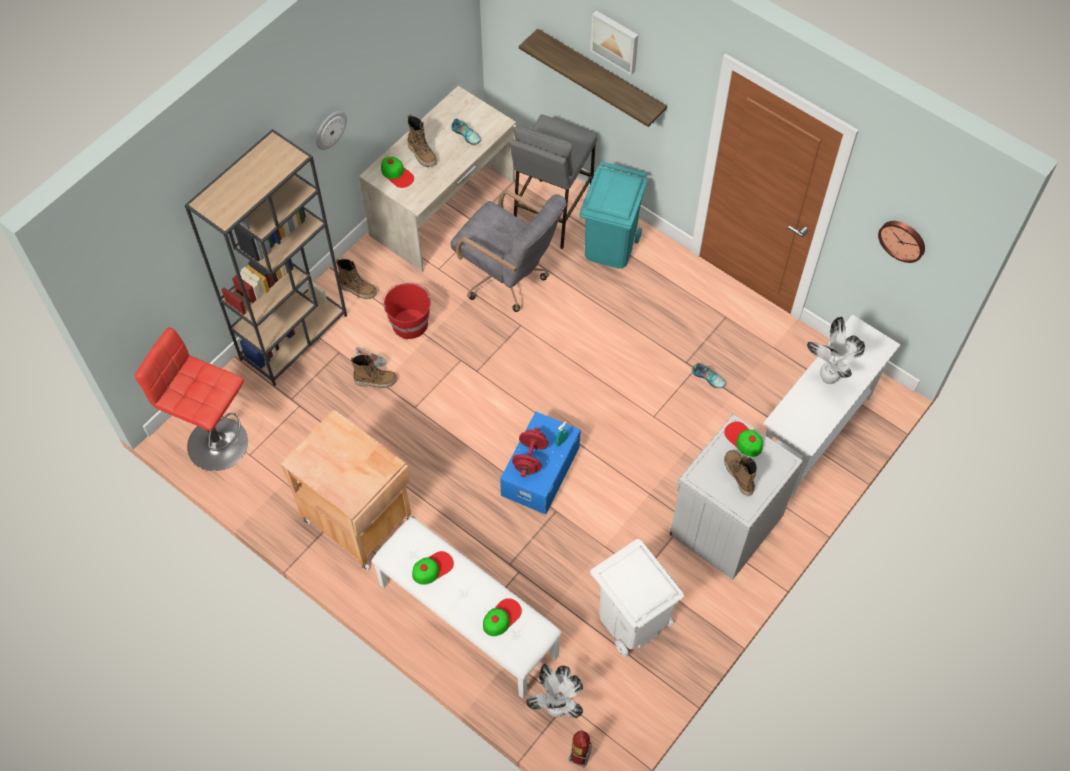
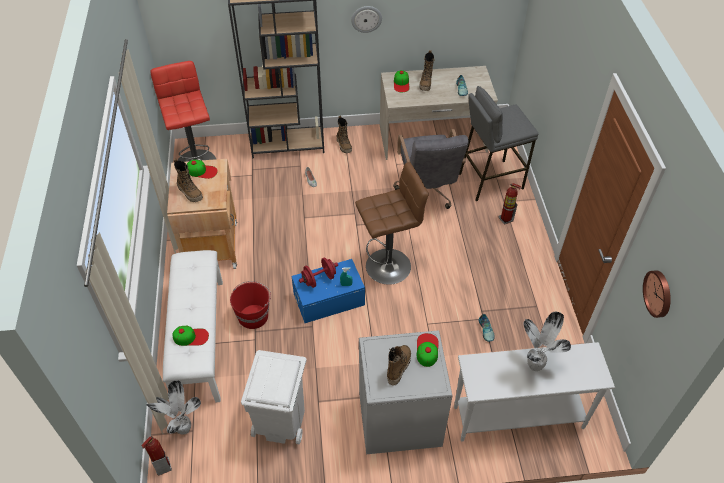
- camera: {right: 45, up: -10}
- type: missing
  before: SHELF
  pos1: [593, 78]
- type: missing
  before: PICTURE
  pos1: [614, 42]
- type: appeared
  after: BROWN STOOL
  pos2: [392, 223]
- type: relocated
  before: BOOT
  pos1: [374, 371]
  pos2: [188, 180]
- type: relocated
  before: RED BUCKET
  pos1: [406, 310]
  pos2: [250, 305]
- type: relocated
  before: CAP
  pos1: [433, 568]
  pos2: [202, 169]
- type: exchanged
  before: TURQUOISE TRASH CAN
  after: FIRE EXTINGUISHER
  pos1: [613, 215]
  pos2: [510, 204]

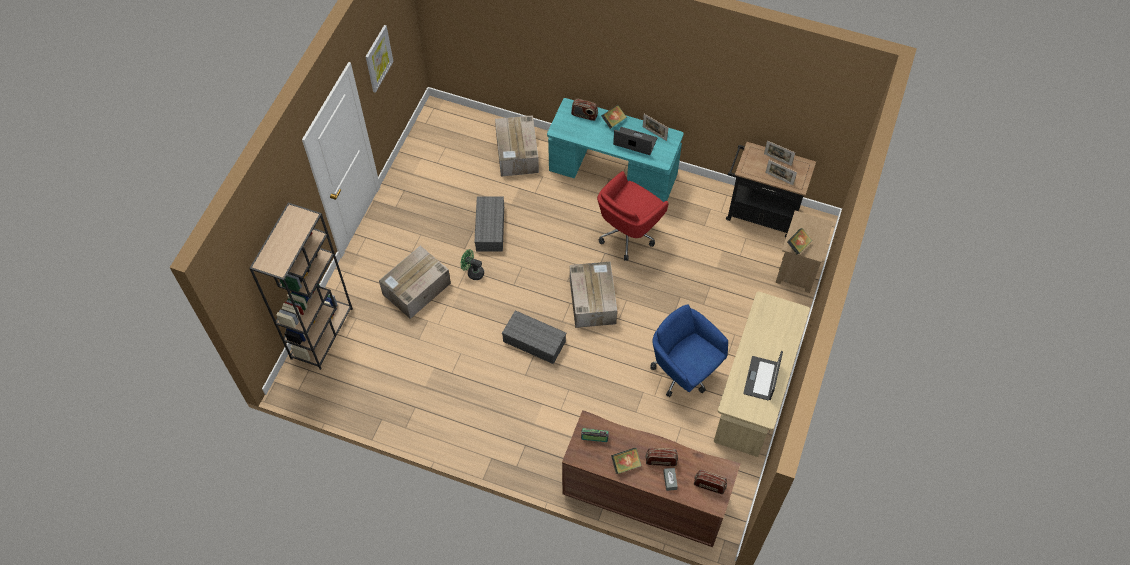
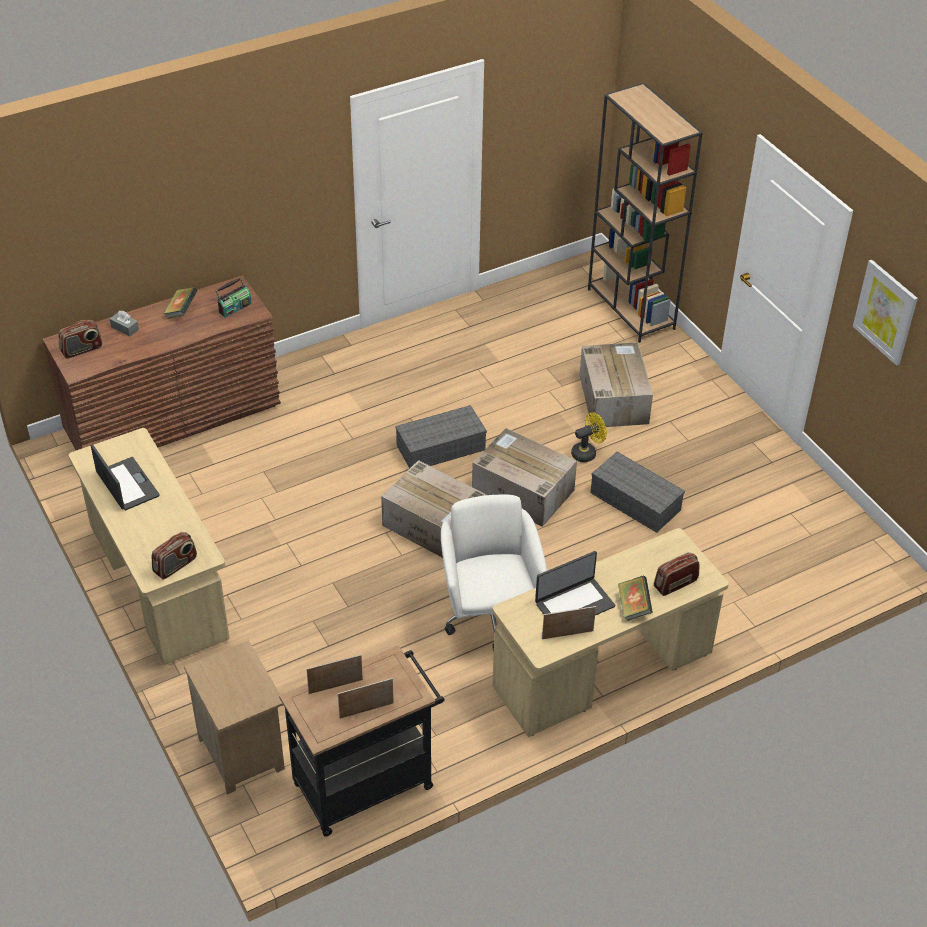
- camera: {right: 130, up: -15}
- type: missing
  before: BLUE OFFICE CHAIR
  pos1: [689, 350]
- type: missing
  before: BOOK
  pos1: [799, 241]
- type: relocated
  before: CARDBOARD BOX
  pos1: [517, 146]
  pos2: [524, 477]
- type: relocated
  before: RADIO
  pos1: [661, 457]
  pos2: [174, 556]
- type: colour
  before: GREEN FAN
  after: YELLOW FAN
  pos1: [472, 264]
  pos2: [589, 437]
- type: colour
  before: TURQUOISE DESK
  after: BEIGE DESK
  pos1: [615, 150]
  pos2: [610, 632]
- type: colour
  before: RED OFFICE CHAIR
  after: WHITE OFFICE CHAIR
  pos1: [633, 216]
  pos2: [494, 573]

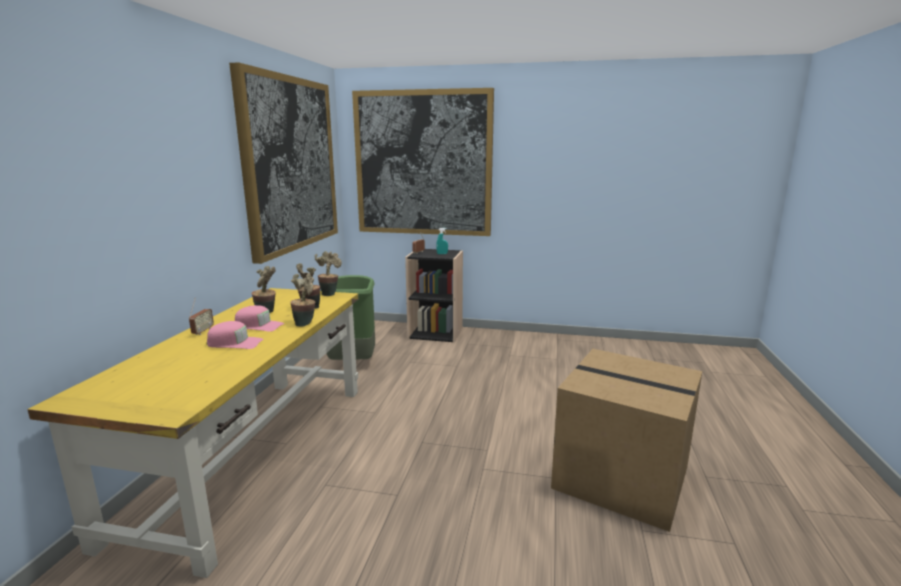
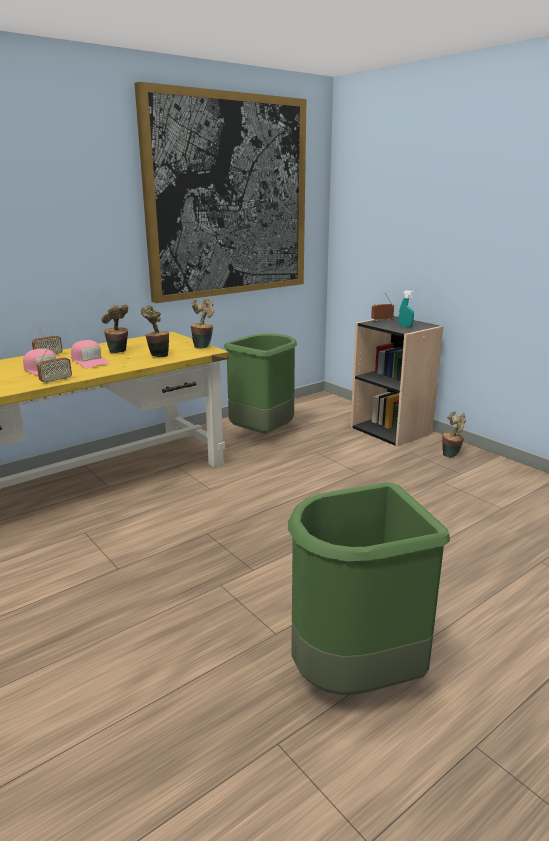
- camera: {right: 40, up: 5}
- type: missing
  before: PICTURE
  pos1: [423, 162]
- type: appeared
  after: RADIO
  pos2: [54, 363]
- type: relocated
  before: POTTED PLANT
  pos1: [302, 299]
  pos2: [454, 434]
- type: exchanged
  before: CARDBOARD BOX
  after: GREEN TRASH CAN
  pos1: [626, 440]
  pos2: [369, 588]

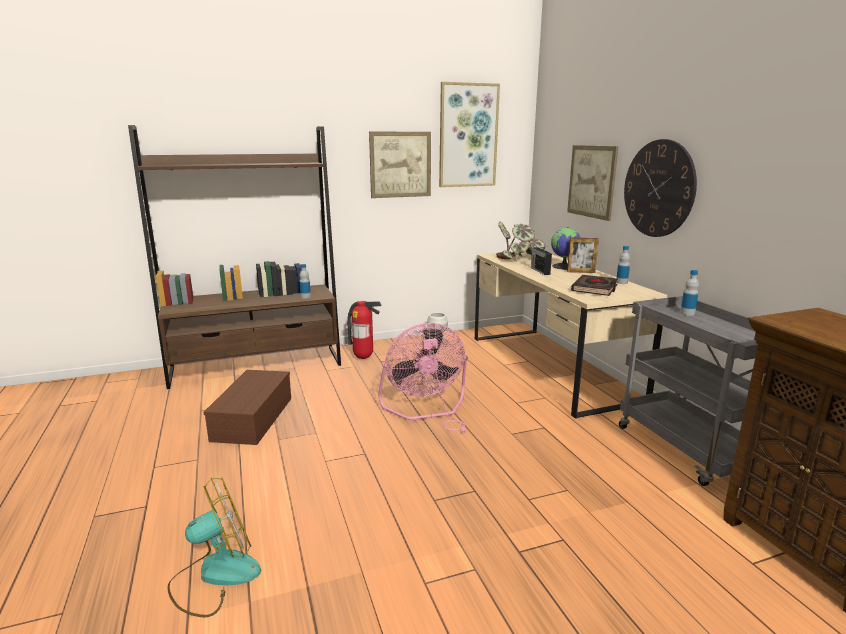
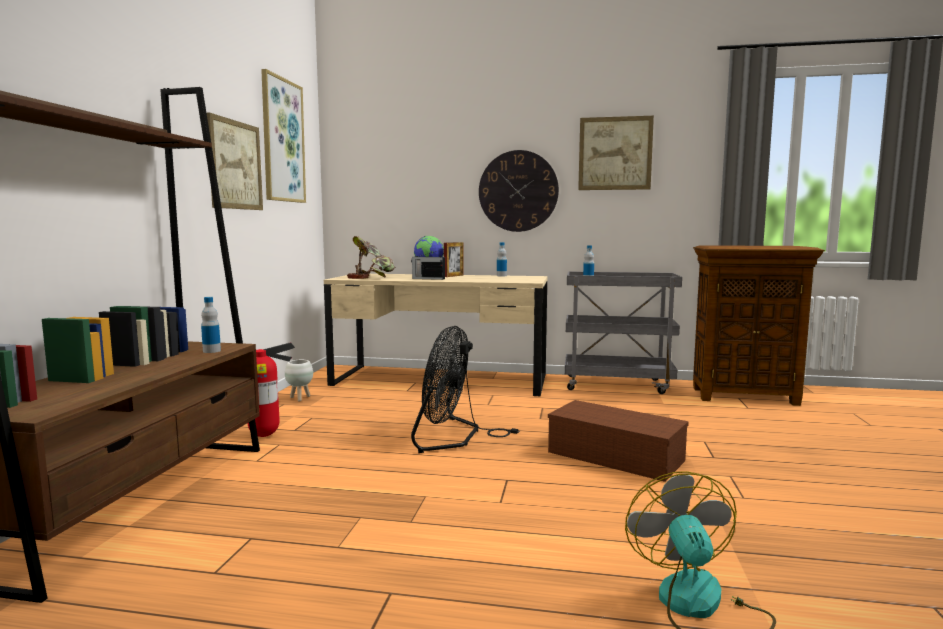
- camera: {right: -60, up: -10}
- type: missing
  before: BLACK BOOK
  pos1: [594, 285]
- type: relocated
  before: BROWN STORAGE BOX
  pos1: [247, 407]
  pos2: [618, 441]
- type: relocated
  before: PICTURE
  pos1: [593, 183]
  pos2: [616, 153]
- type: colour
  before: PINK FAN
  after: BLACK FAN
  pos1: [423, 378]
  pos2: [465, 389]

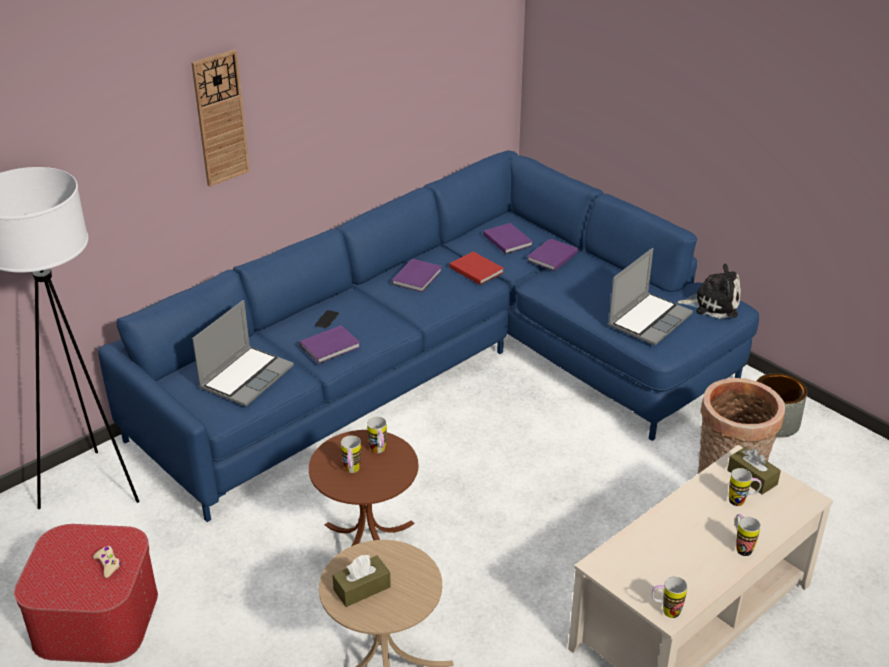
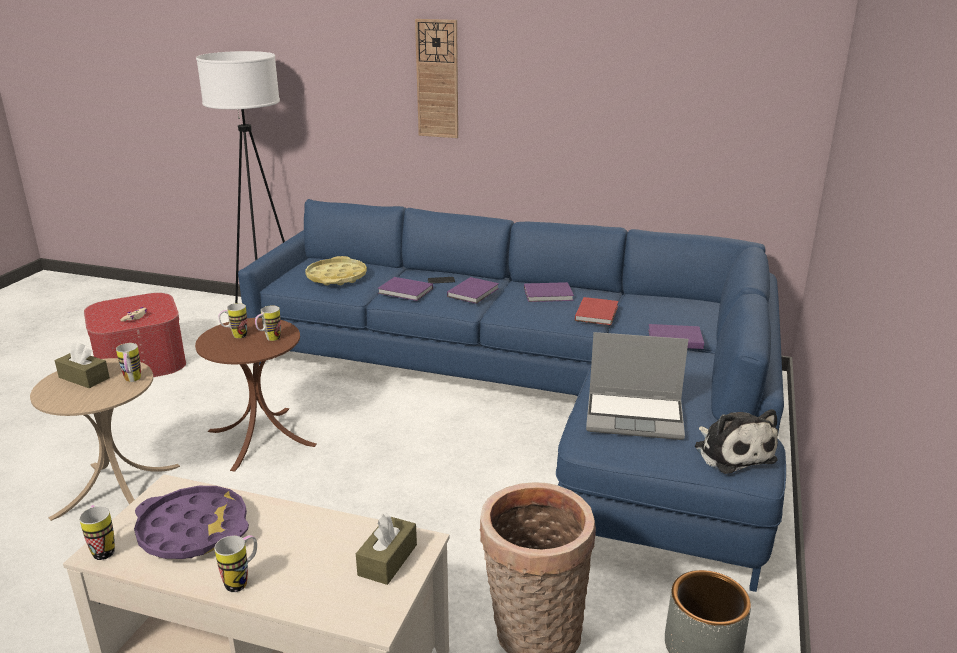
- camera: {right: 60, up: -10}
- type: appeared
  after: PURPLE TRAY
  pos2: [191, 522]
- type: relocated
  before: PURPLE BOOK
  pos1: [508, 238]
  pos2: [473, 290]
- type: relocated
  before: MUG
  pos1: [745, 487]
  pos2: [128, 362]
- type: exchanged
  before: LAPTOP
  after: YELLOW TRAY
  pos1: [243, 353]
  pos2: [336, 270]

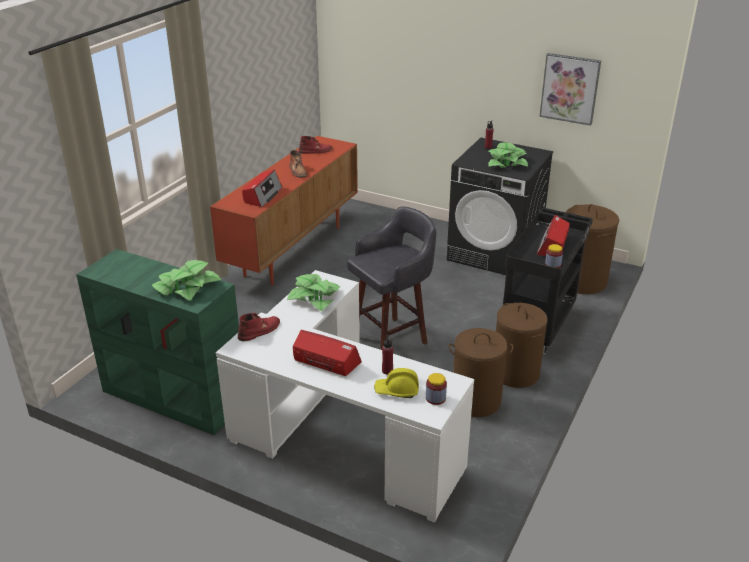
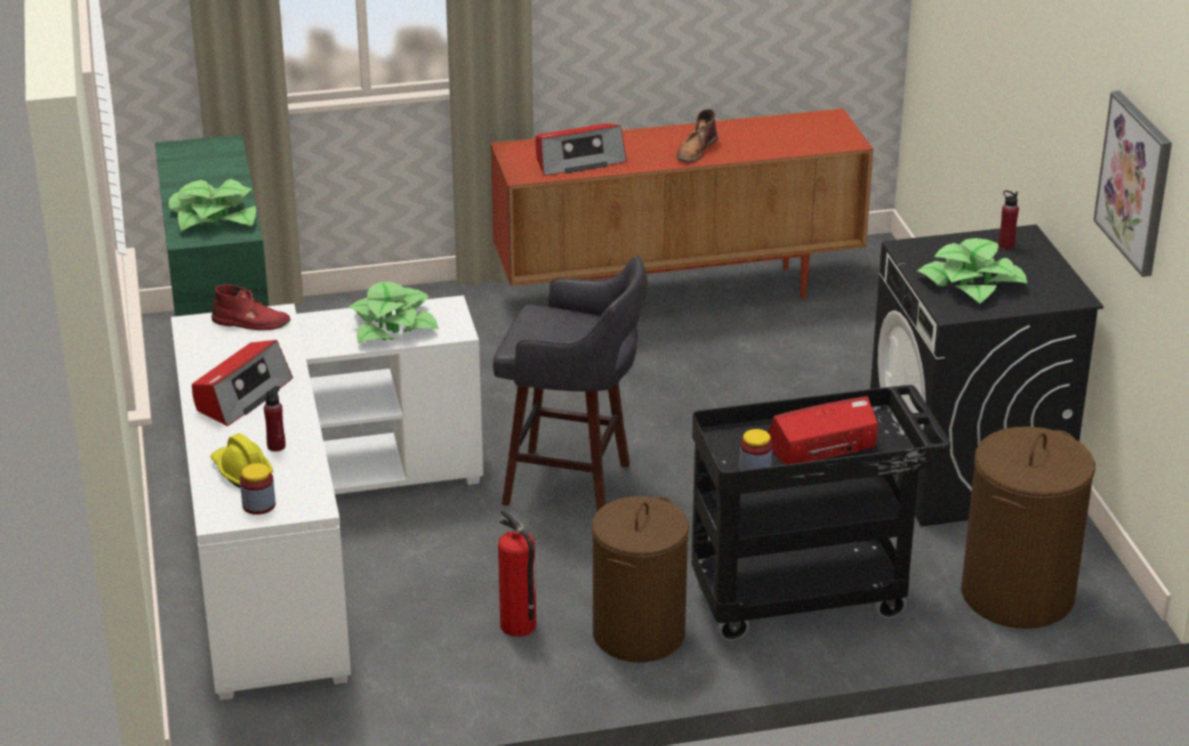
- camera: {right: 50, up: 0}
- type: missing
  before: RED BOOT
  pos1: [316, 145]
- type: exchanged
  before: BROWN LAUNDRY BASKET
  after: FIRE EXTINGUISHER
  pos1: [480, 372]
  pos2: [517, 573]
- type: spun
  before: RADIO
  pos1: [327, 353]
  pos2: [242, 383]
  turn: 45

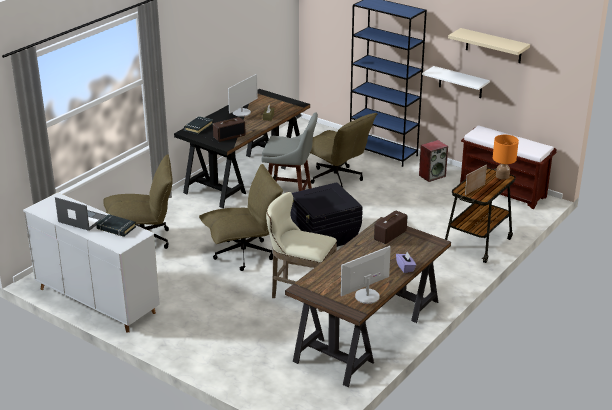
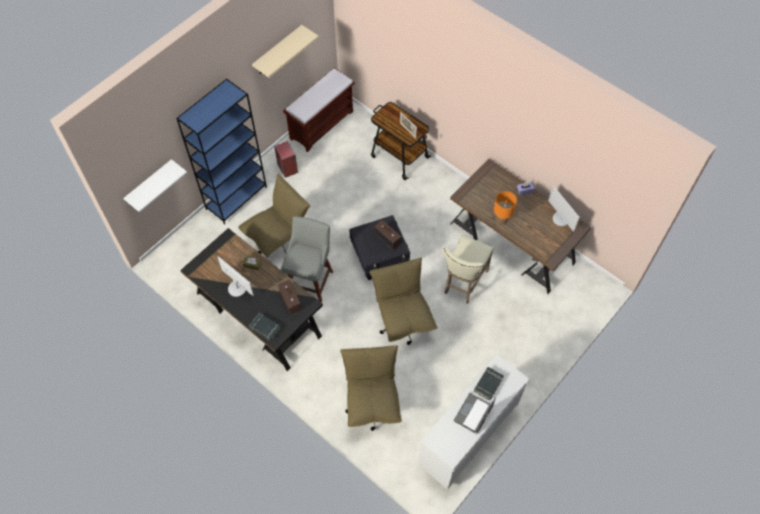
- camera: {right: -85, up: 30}
- type: relocated
  before: RADIO
  pos1: [390, 227]
  pos2: [387, 235]
- type: relocated
  before: WHITE SHELF
  pos1: [456, 82]
  pos2: [155, 185]
- type: relocated
  before: ORANGE TABLE LAMP
  pos1: [506, 157]
  pos2: [505, 207]

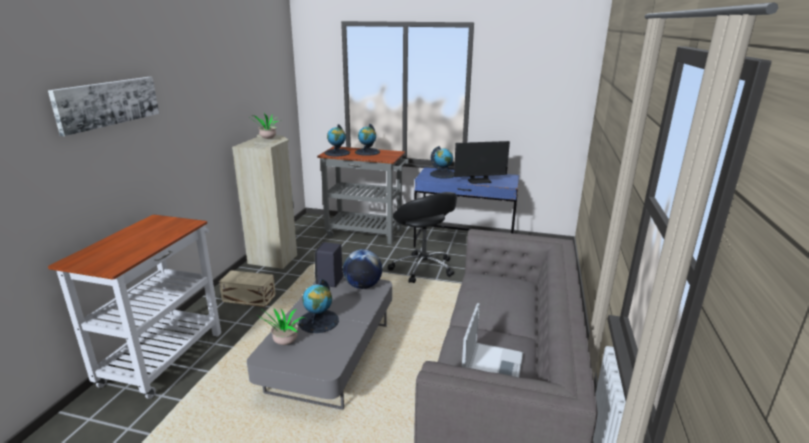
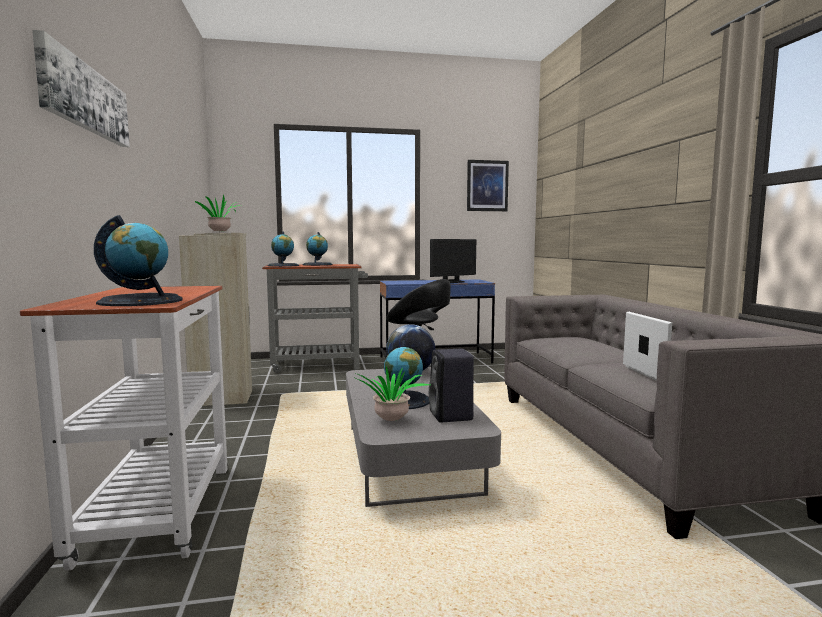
- camera: {right: -25, up: -15}
- type: missing
  before: BEIGE STORAGE BOX
  pos1: [247, 288]
- type: appeared
  after: PICTURE
  pos2: [488, 185]
- type: relocated
  before: BLACK SPEAKER
  pos1: [329, 264]
  pos2: [451, 386]
- type: relocated
  before: GLOBE
  pos1: [442, 162]
  pos2: [138, 260]

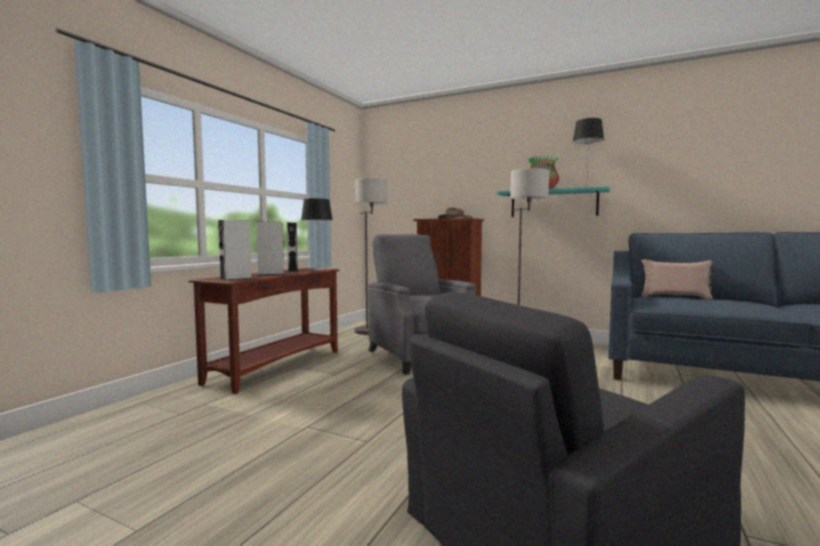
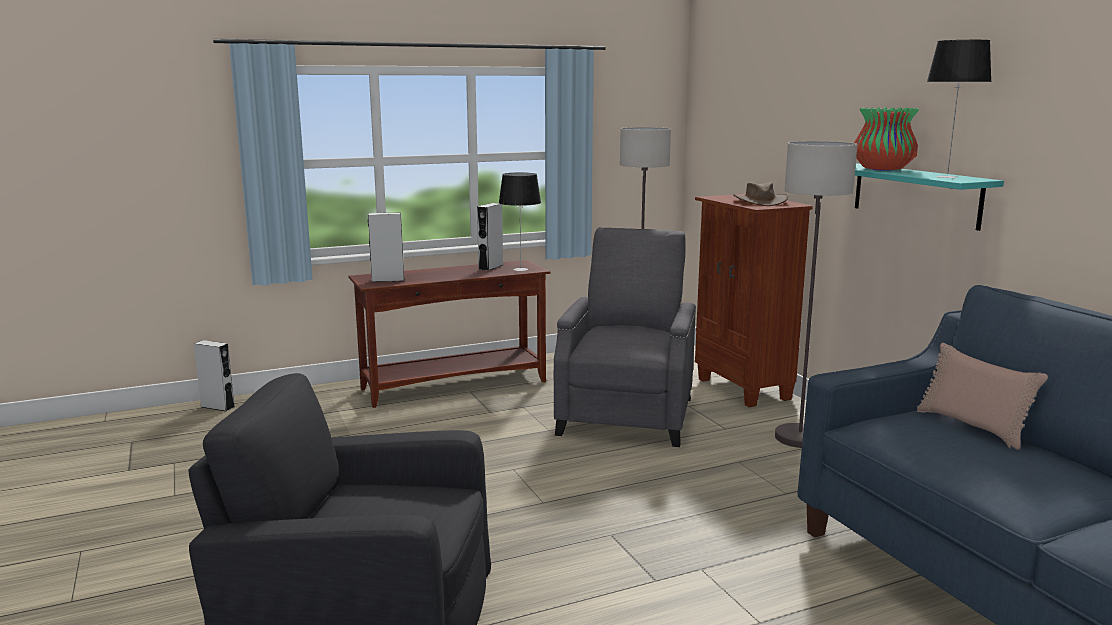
- camera: {right: 40, up: 10}
- type: relocated
  before: GREY SPEAKER
  pos1: [270, 248]
  pos2: [214, 375]

